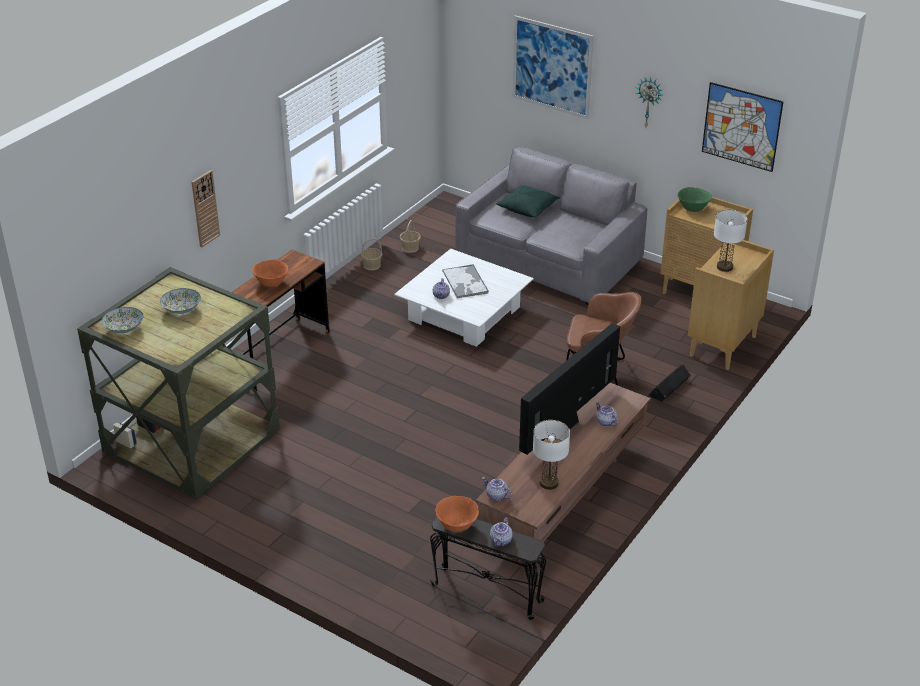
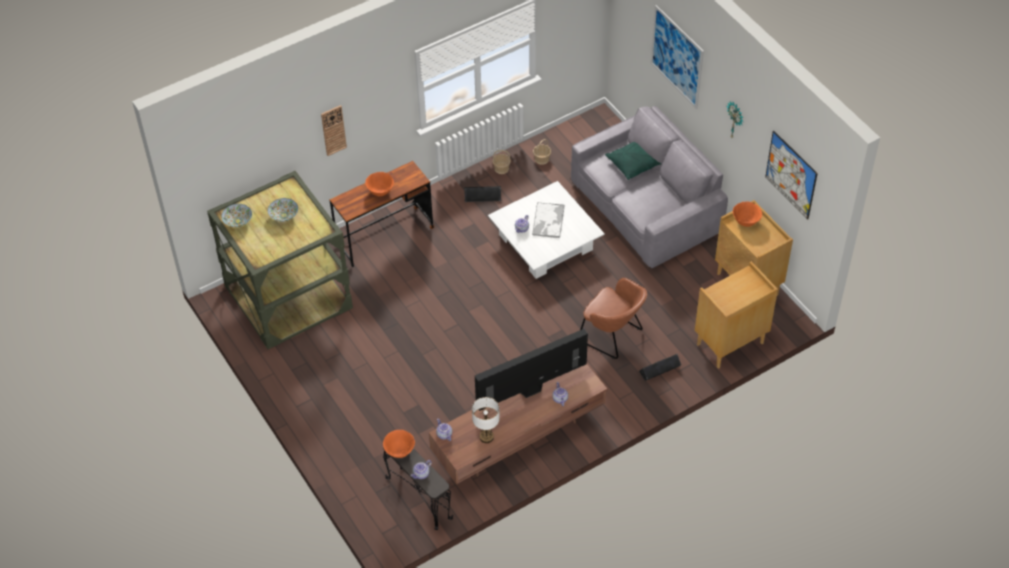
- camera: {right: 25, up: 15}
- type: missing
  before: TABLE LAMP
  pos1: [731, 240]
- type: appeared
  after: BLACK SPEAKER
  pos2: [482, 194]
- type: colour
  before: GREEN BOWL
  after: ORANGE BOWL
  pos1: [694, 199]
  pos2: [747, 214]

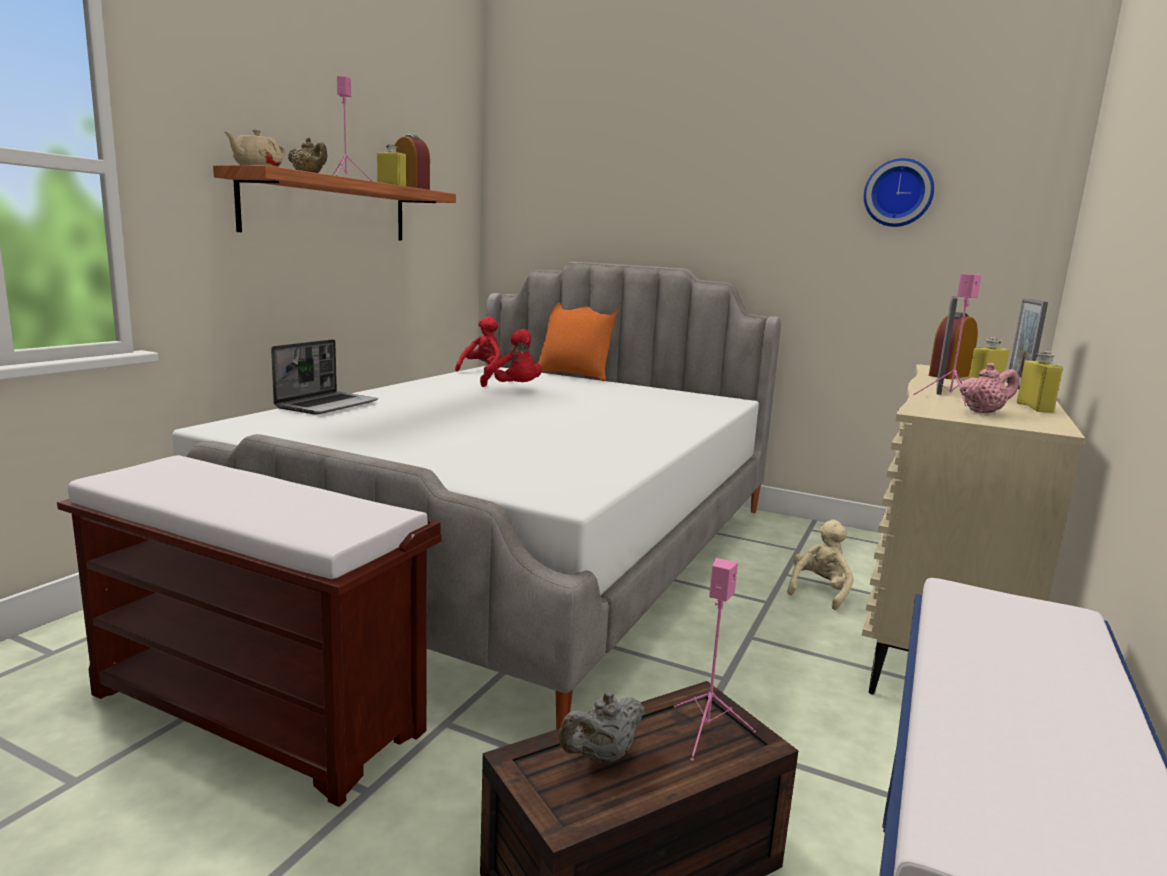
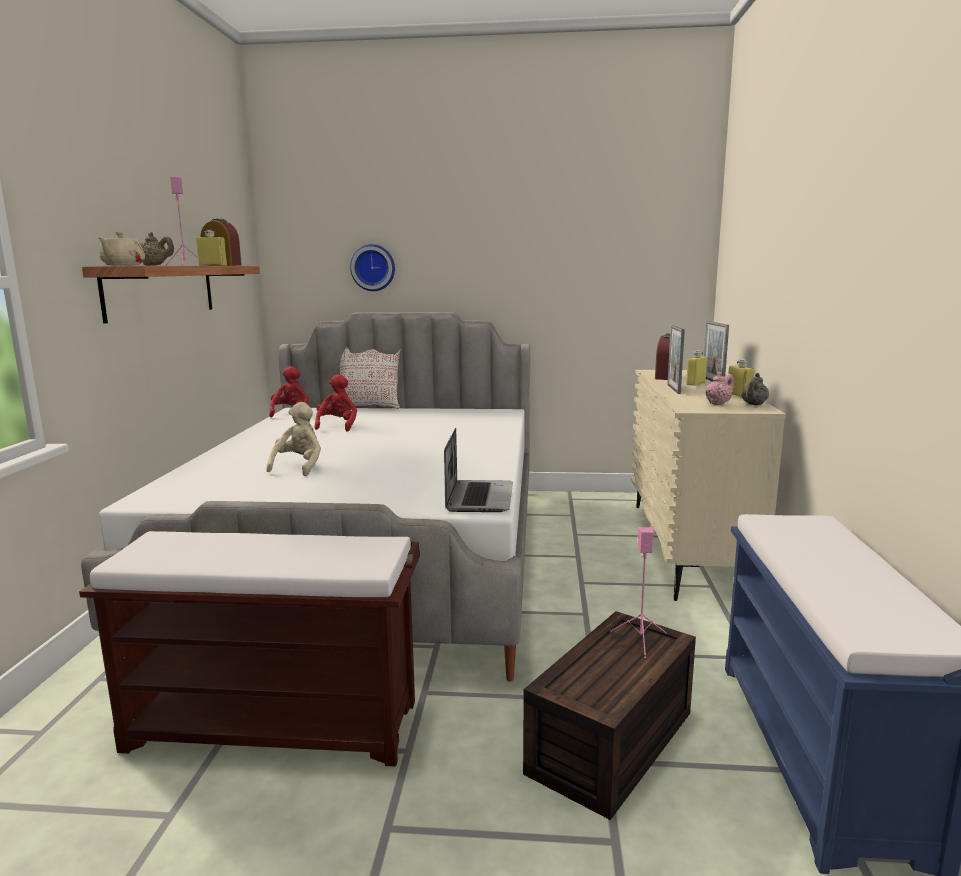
- camera: {right: -20, up: 0}
- type: missing
  before: PINK SPEAKER
  pos1: [947, 340]
- type: relocated
  before: LAPTOP
  pos1: [324, 377]
  pos2: [478, 470]
- type: relocated
  before: GREY TEAPOT
  pos1: [601, 727]
  pos2: [755, 389]
- type: relocated
  before: BEIGE PLUSH TOY
  pos1: [820, 565]
  pos2: [293, 439]
- type: relocated
  before: WALL CLOCK
  pos1: [899, 192]
  pos2: [372, 267]
- type: colour
  before: ORANGE PILLOW
  after: WHITE PILLOW
  pos1: [578, 341]
  pos2: [370, 378]
- type: spun
  before: RED PLUSH TOY
  pos1: [511, 358]
  pos2: [335, 403]
  turn: -105

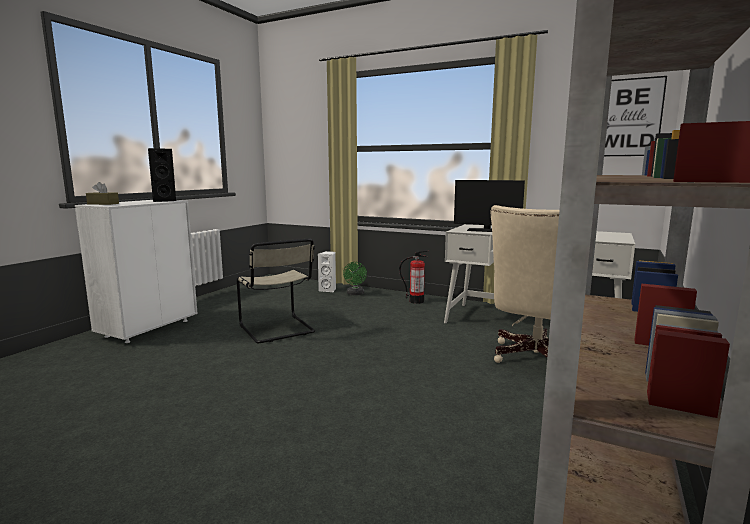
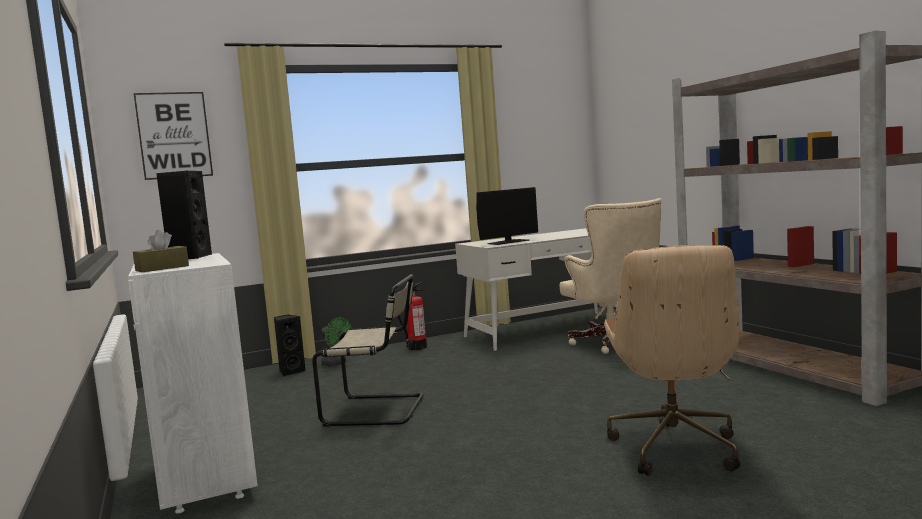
- camera: {right: -50, up: -5}
- type: appeared
  after: BROWN OFFICE CHAIR
  pos2: [672, 360]
- type: relocated
  before: PICTURE
  pos1: [635, 116]
  pos2: [173, 136]
- type: colour
  before: WHITE SPEAKER
  after: BLACK SPEAKER
  pos1: [327, 271]
  pos2: [290, 345]

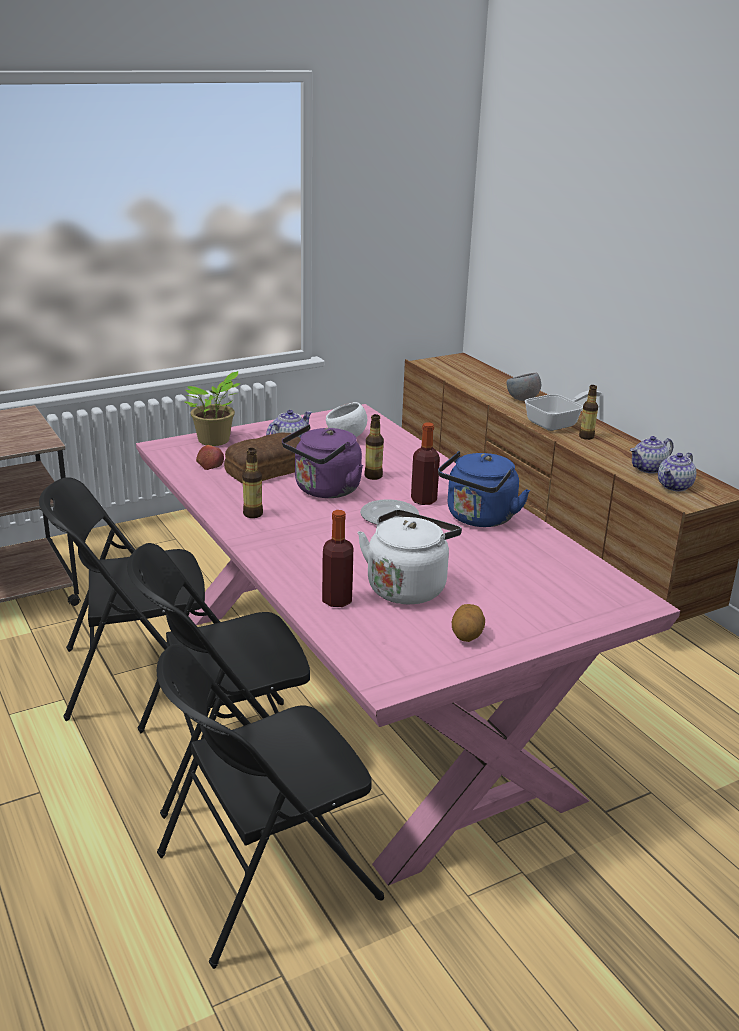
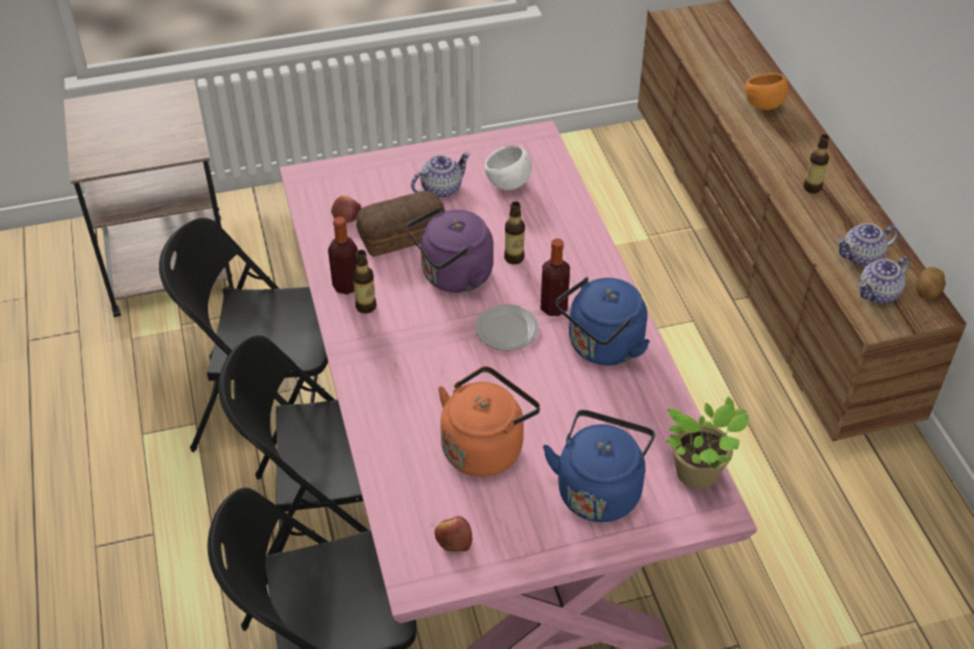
- camera: {right: 15, up: 20}
- type: missing
  before: FRYING PAN
  pos1: [563, 410]
- type: appeared
  after: APPLE
  pos2: [453, 533]
- type: appeared
  after: BLUE KETTLE
  pos2: [599, 466]
- type: relocated
  before: POTTED PLANT
  pos1: [212, 408]
  pos2: [707, 443]
- type: relocated
  before: BOTTLE
  pos1: [337, 558]
  pos2: [343, 256]
- type: relocated
  before: POTATO
  pos1: [468, 623]
  pos2: [931, 283]
- type: colour
  before: WHITE KETTLE
  after: ORANGE KETTLE
  pos1: [410, 557]
  pos2: [489, 421]
- type: colour
  before: GREY BOWL
  after: ORANGE BOWL
  pos1: [524, 387]
  pos2: [766, 91]

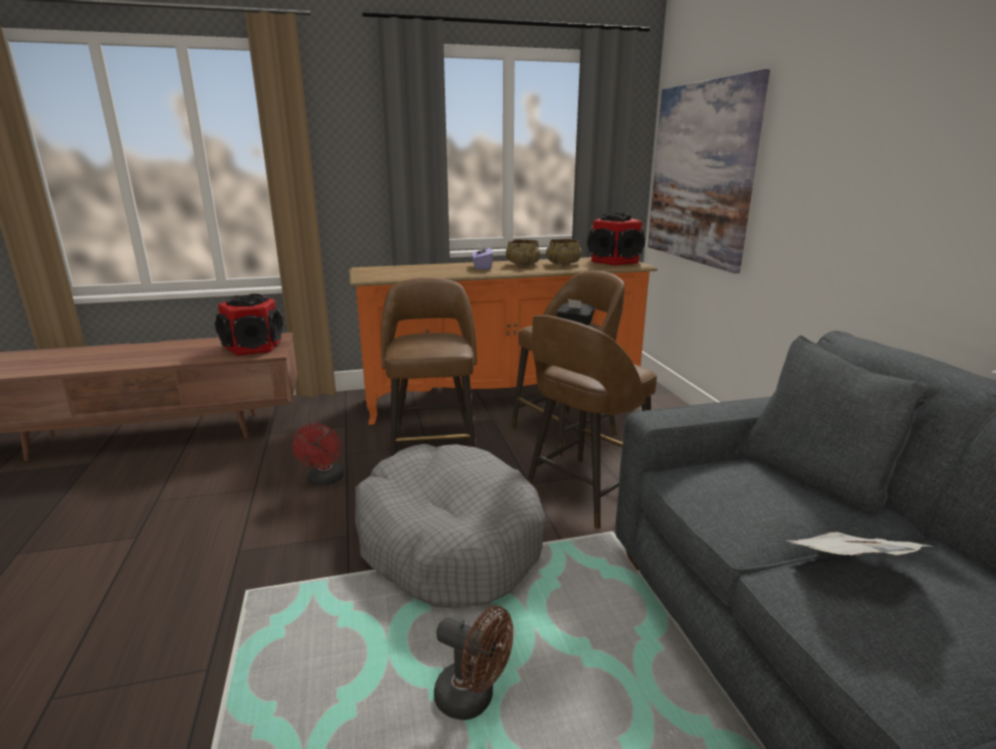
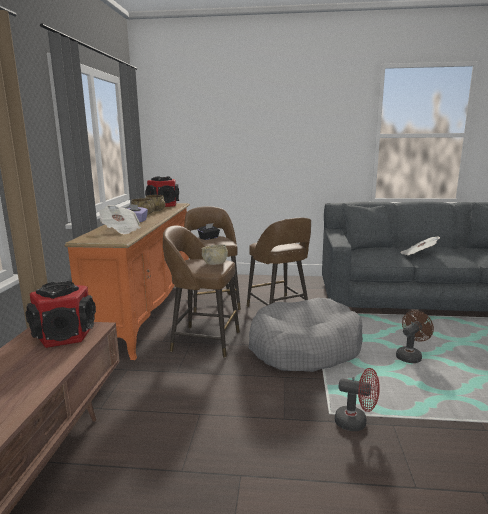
- camera: {right: -70, up: -5}
- type: missing
  before: PICTURE
  pos1: [709, 171]
- type: appeared
  after: NEWSPAPER
  pos2: [120, 219]
- type: appeared
  after: BEIGE BOWL
  pos2: [215, 254]
- type: relocated
  before: RED FAN
  pos1: [318, 454]
  pos2: [357, 399]

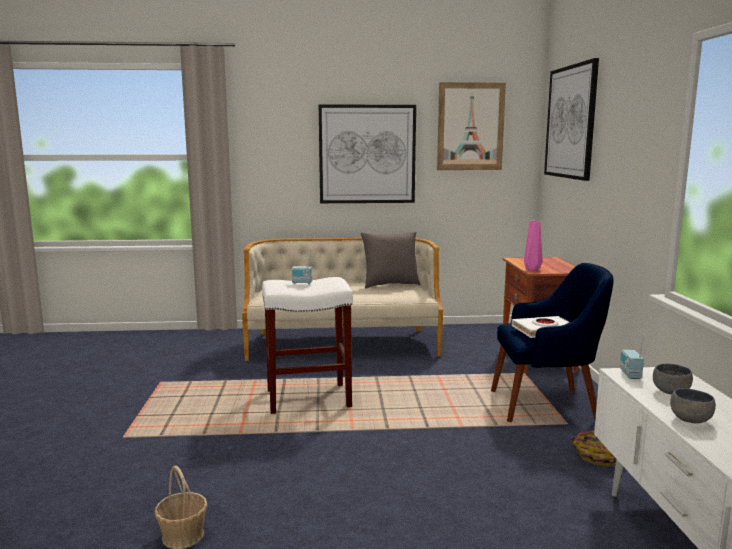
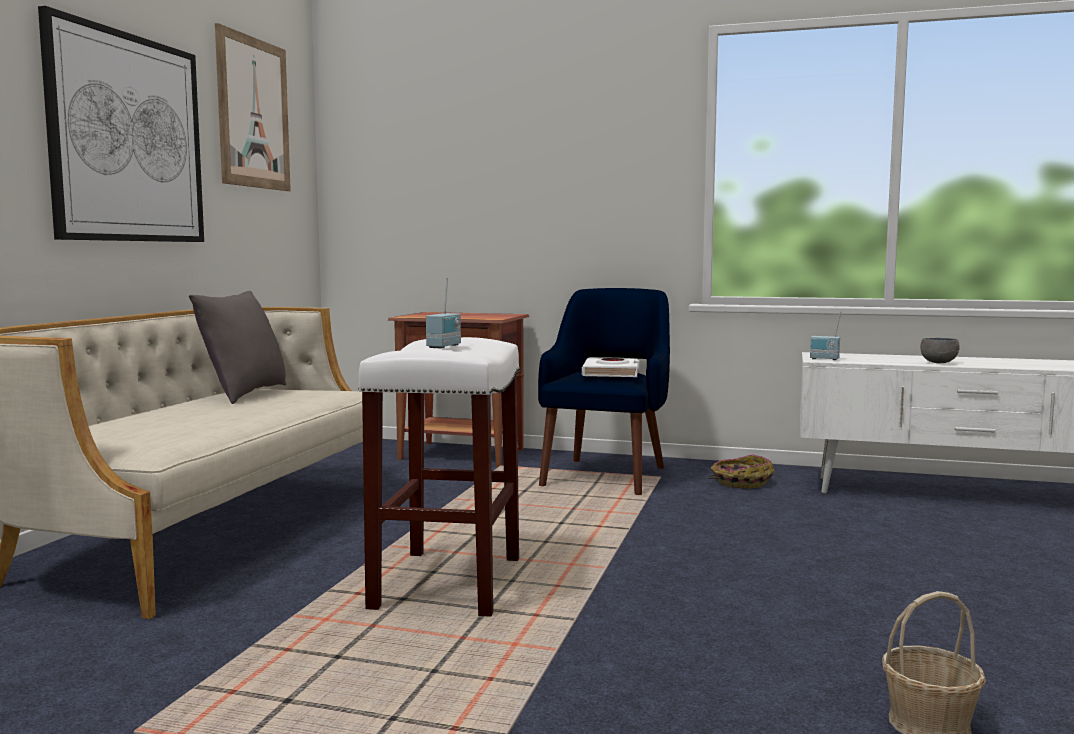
- camera: {right: -70, up: -5}
- type: missing
  before: PINK VASE
  pos1: [533, 246]
- type: missing
  before: PICTURE
  pos1: [571, 119]
- type: missing
  before: GREY BOWL
  pos1: [673, 378]

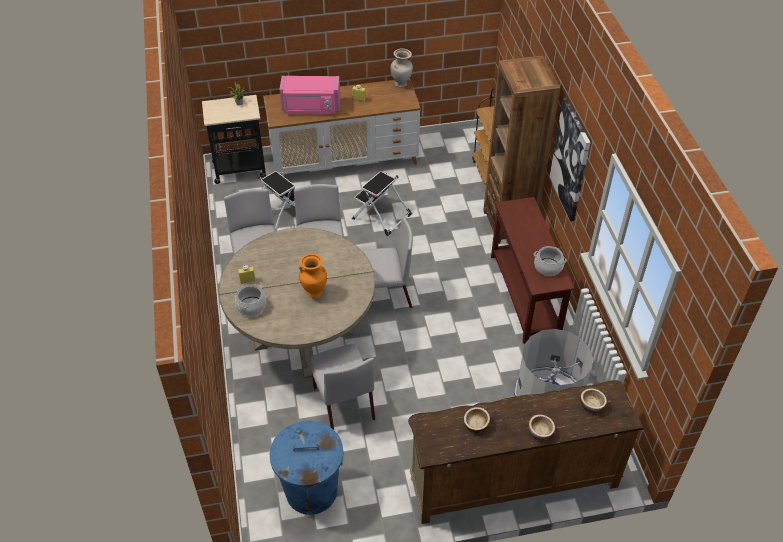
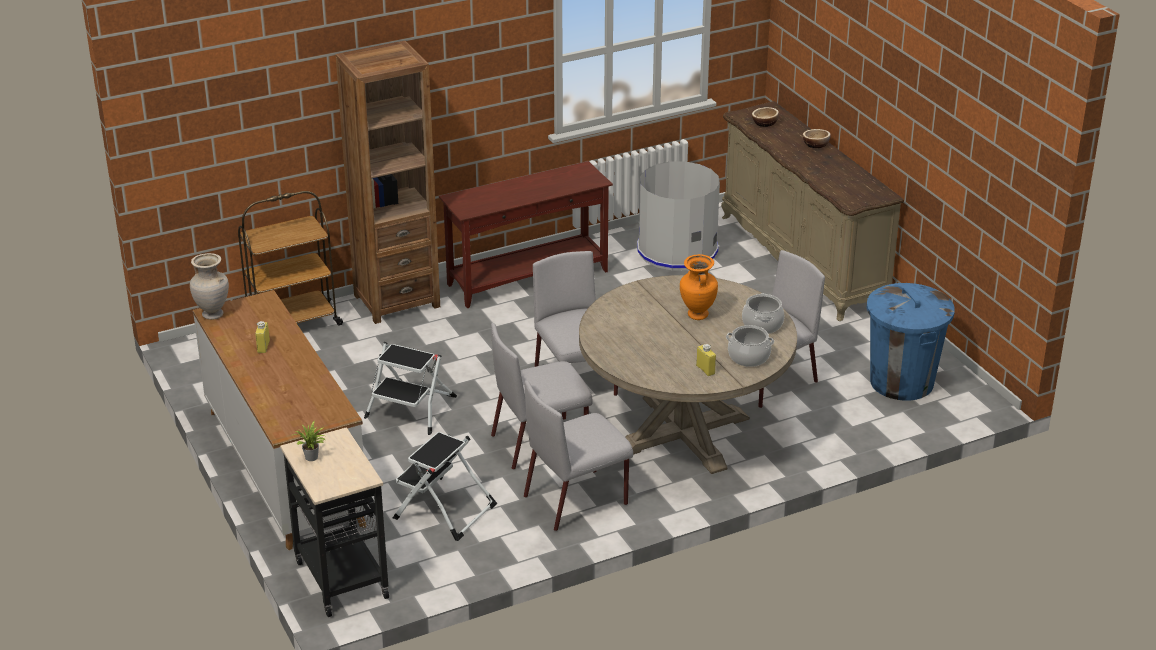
- camera: {right: -105, up: -15}
- type: missing
  before: PINK MICROWAVE
  pos1: [309, 95]
- type: missing
  before: BOWL
  pos1: [477, 420]
- type: missing
  before: PICTURE
  pos1: [570, 159]
- type: relocated
  before: COOKING POT
  pos1: [550, 261]
  pos2: [763, 313]

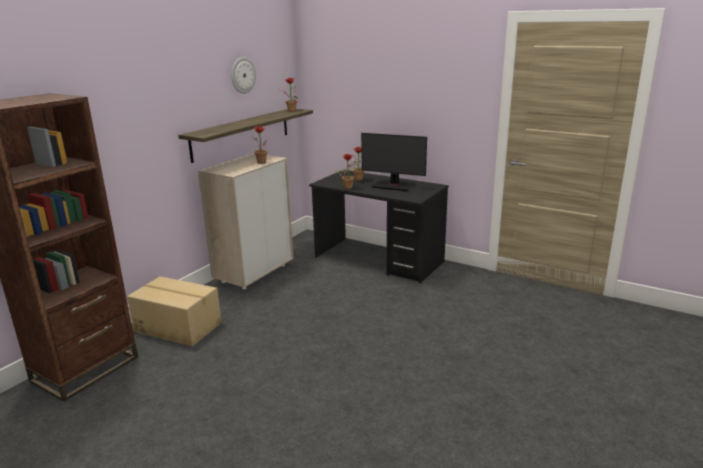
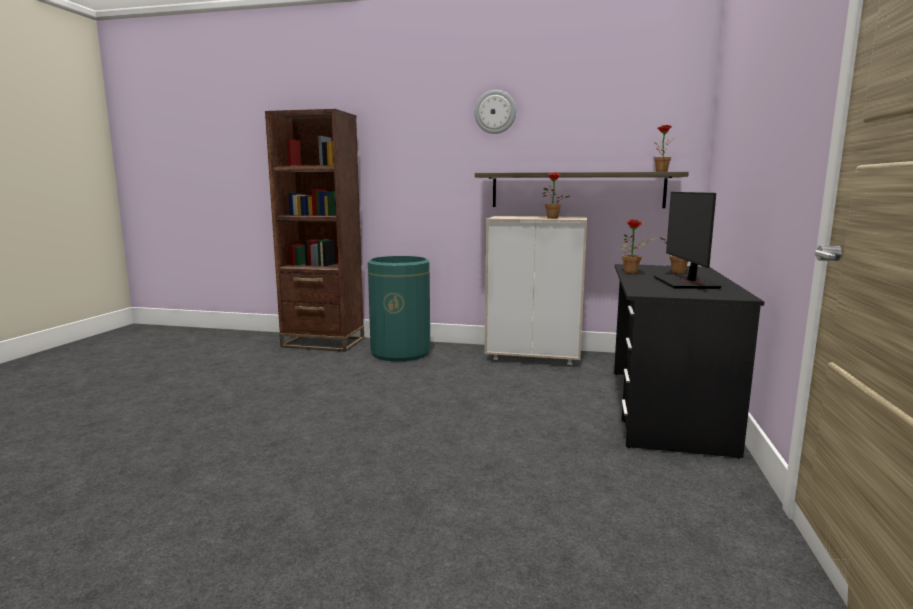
- camera: {right: 70, up: -10}
- type: relocated
  before: WALL CLOCK
  pos1: [243, 75]
  pos2: [495, 112]
- type: exchanged
  before: CARDBOARD BOX
  after: GREEN TRASH CAN
  pos1: [174, 311]
  pos2: [399, 308]

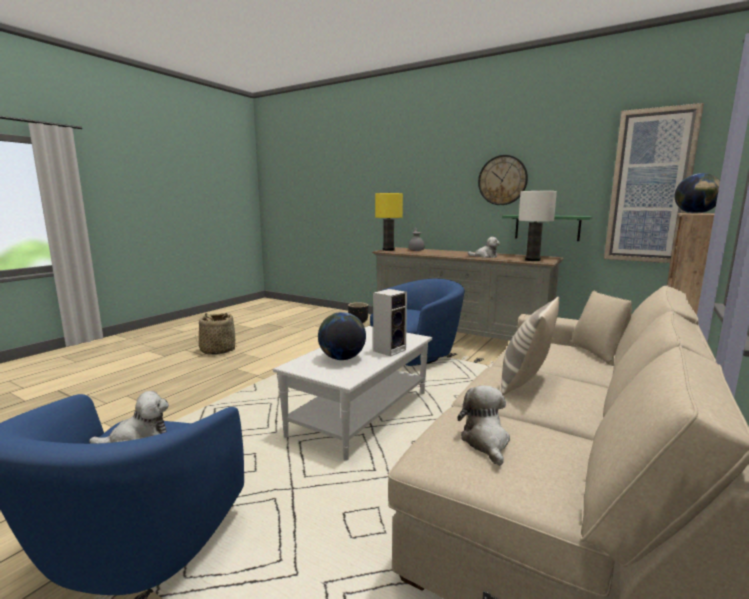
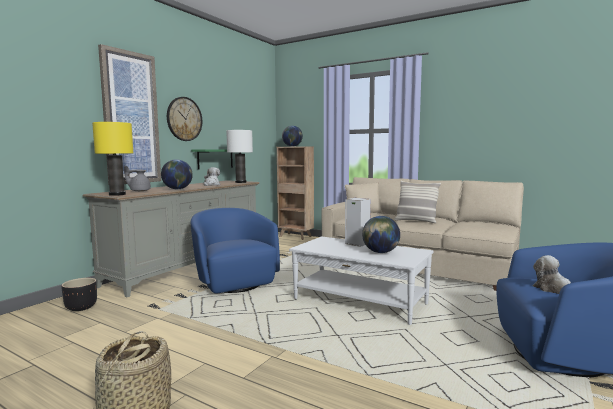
- camera: {right: -90, up: -5}
- type: missing
  before: PLUSH TOY
  pos1: [483, 425]
- type: appeared
  after: GLOBE
  pos2: [177, 174]
- type: relocated
  before: PICTURE
  pos1: [654, 183]
  pos2: [129, 114]

